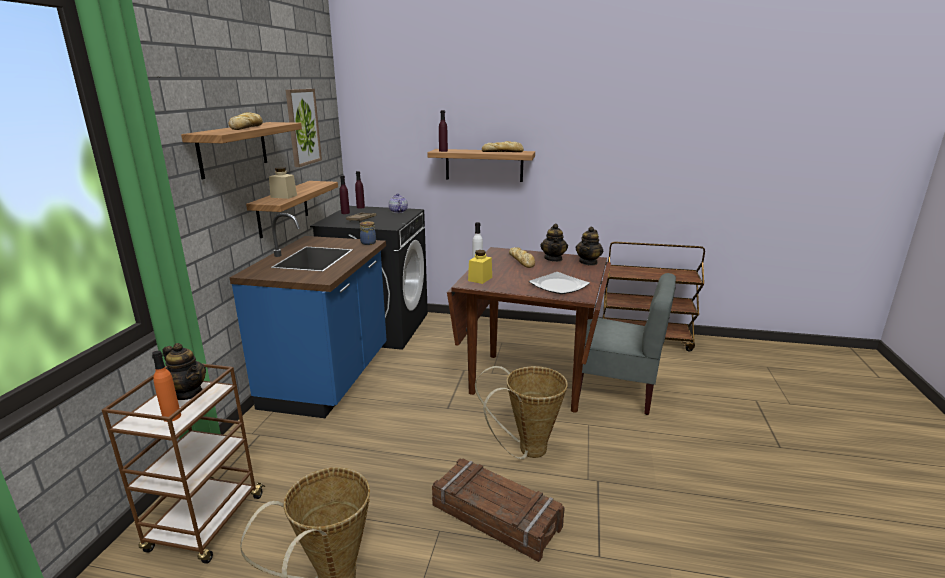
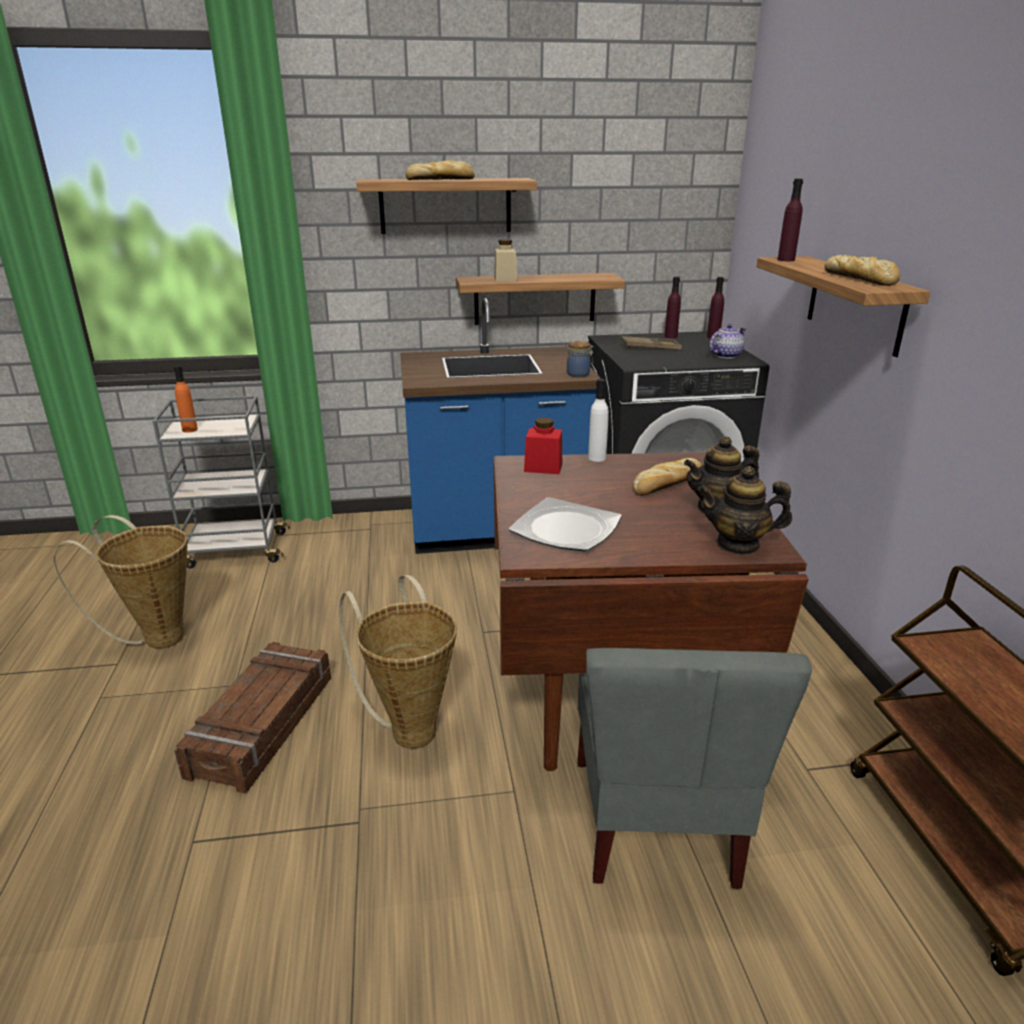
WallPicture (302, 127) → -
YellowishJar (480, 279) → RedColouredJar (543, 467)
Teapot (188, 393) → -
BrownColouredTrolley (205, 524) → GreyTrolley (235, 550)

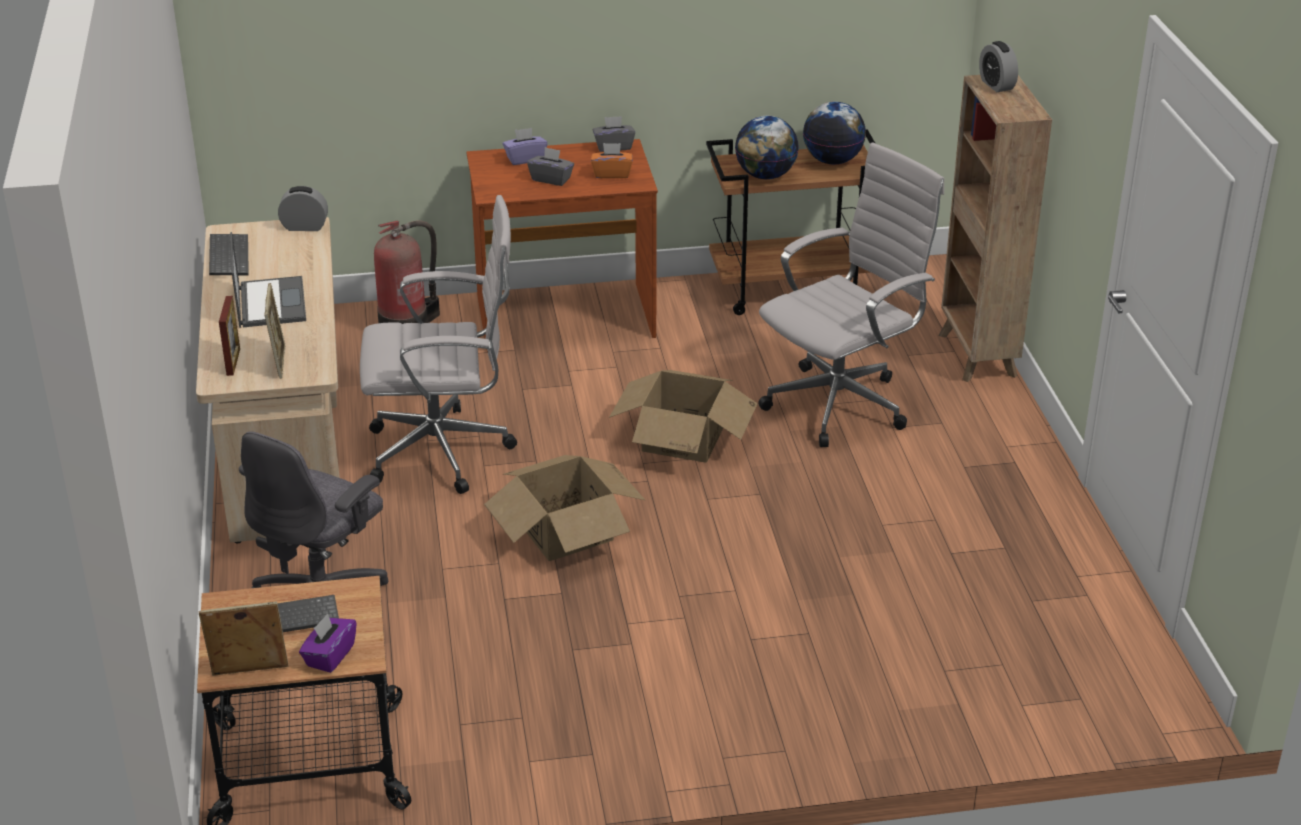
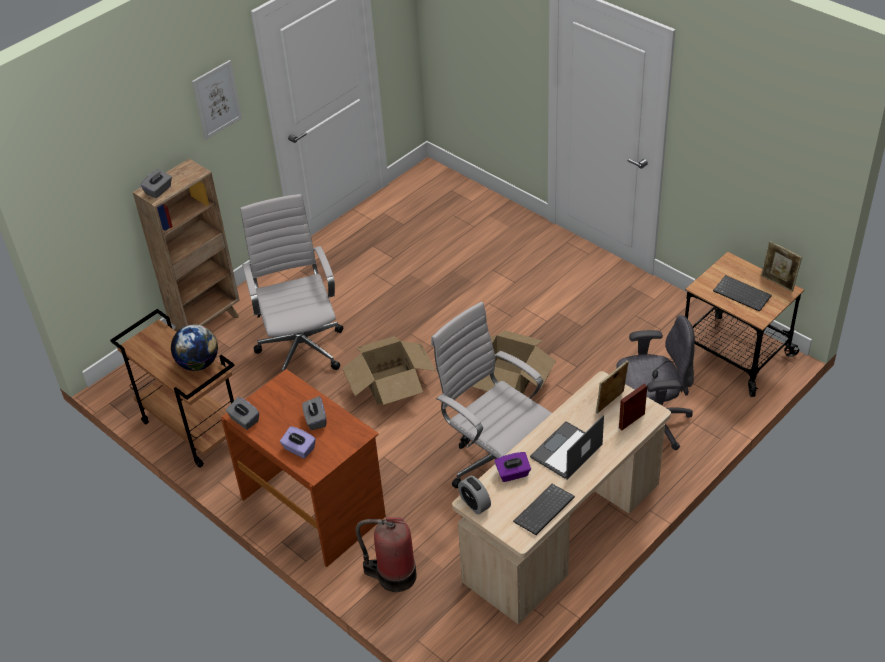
TableClock (996, 85) → GreyTissueBox (158, 190)
Globe (832, 161) → -
WhitishOfficeChair (842, 403) → WhitishOfficeChair (301, 347), 60 degrees clockwise
OrangeyTissueBox (612, 174) → -
PurpleTissueBox (329, 656) → PurpleTissueBox (513, 474), shifted
- → WallPicture (216, 99)

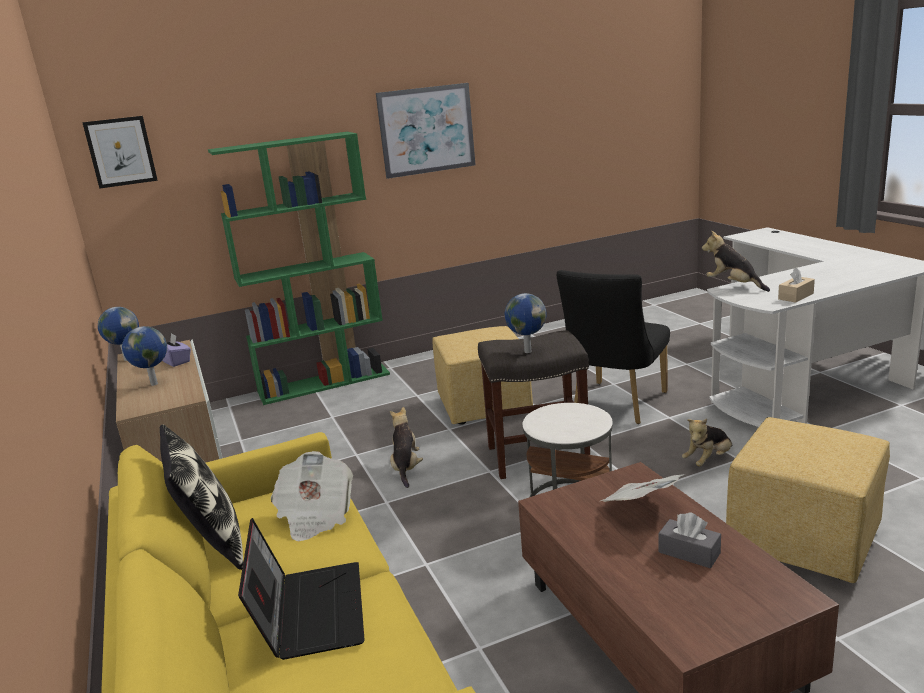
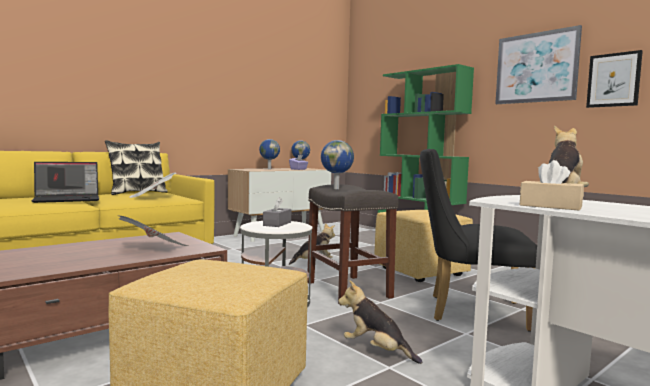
WallPicture (121, 152) → WallPicture (613, 80), shifted
GreyTissueBox (689, 552) → GreyTissueBox (277, 224), shifted

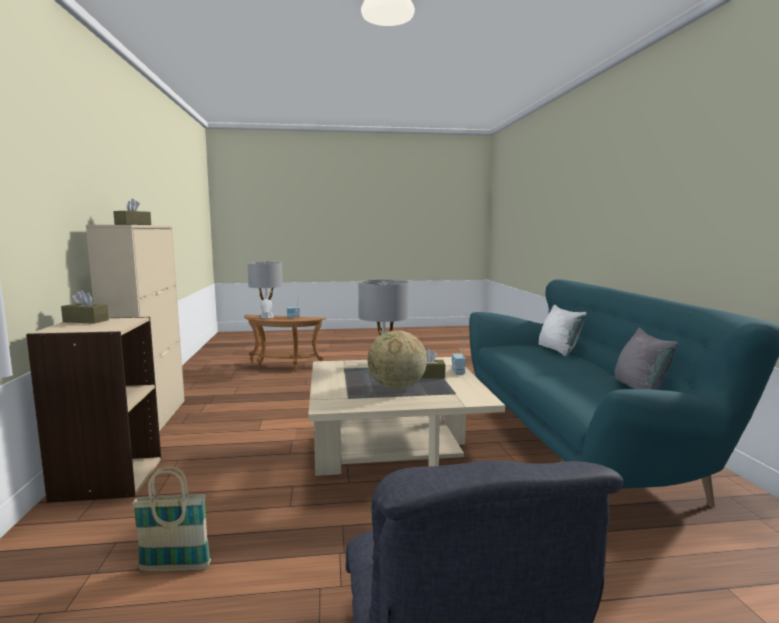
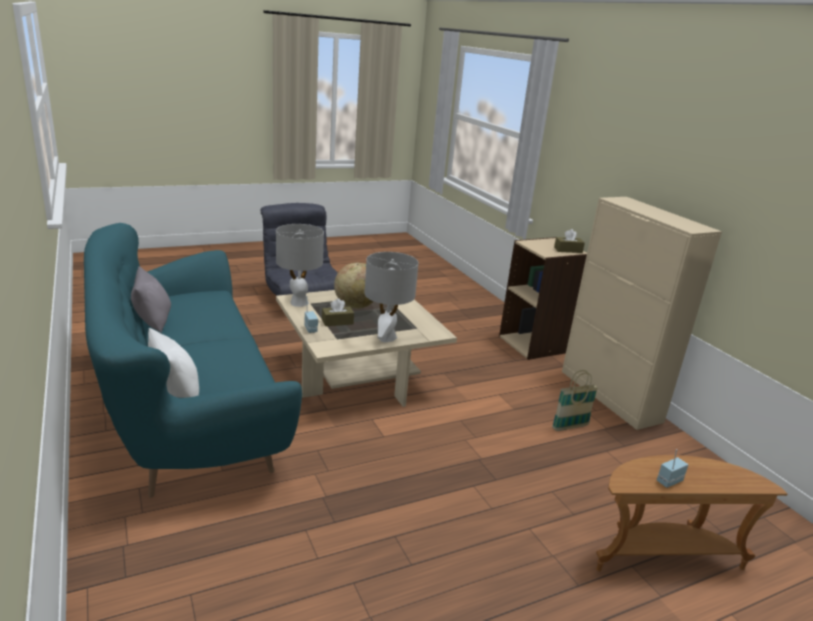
BrownColouredTissueBox (133, 224) → -
GreyTabletopLamp (266, 317) → GreyTabletopLamp (299, 302), shifted
HouseholdBasket (175, 568) → HouseholdBasket (570, 427), shifted

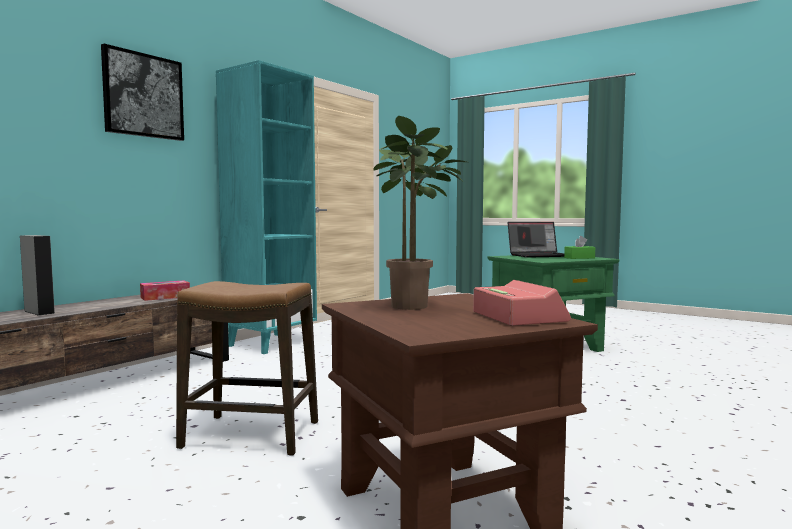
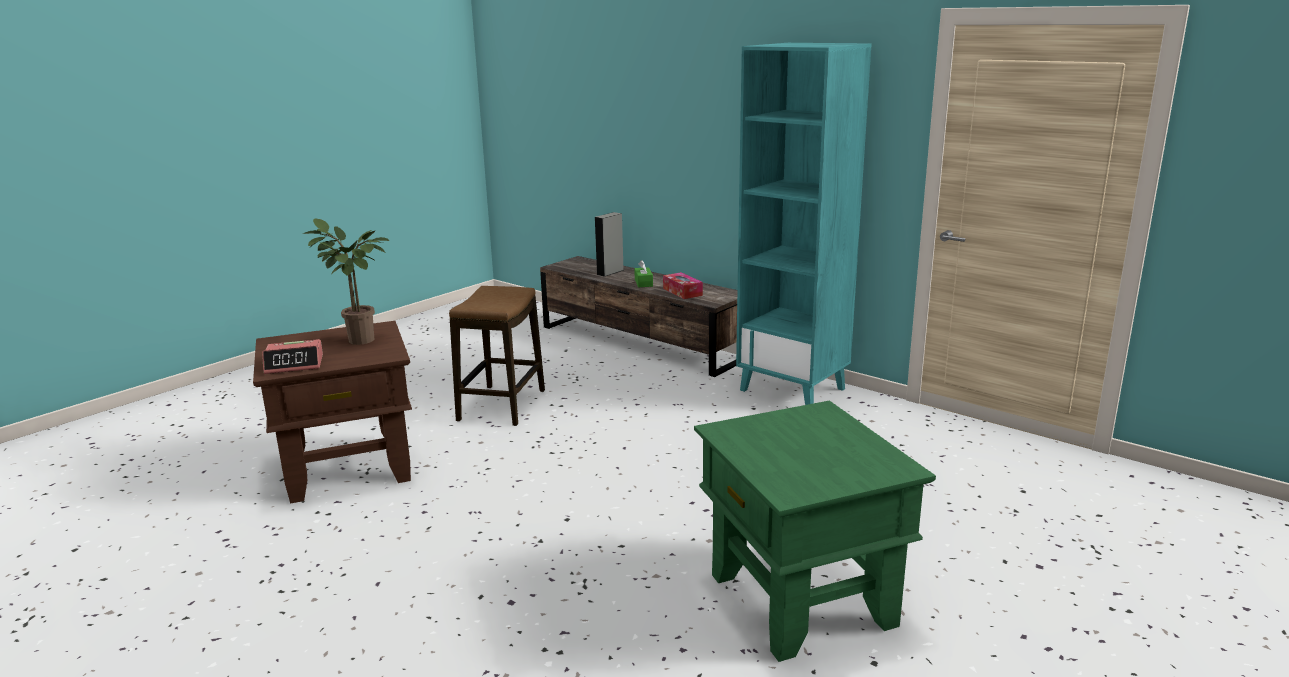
WallPicture (143, 95) → -
NotebookComputer (540, 255) → -
GreenTissueBox (579, 258) → GreenTissueBox (643, 283), shifted

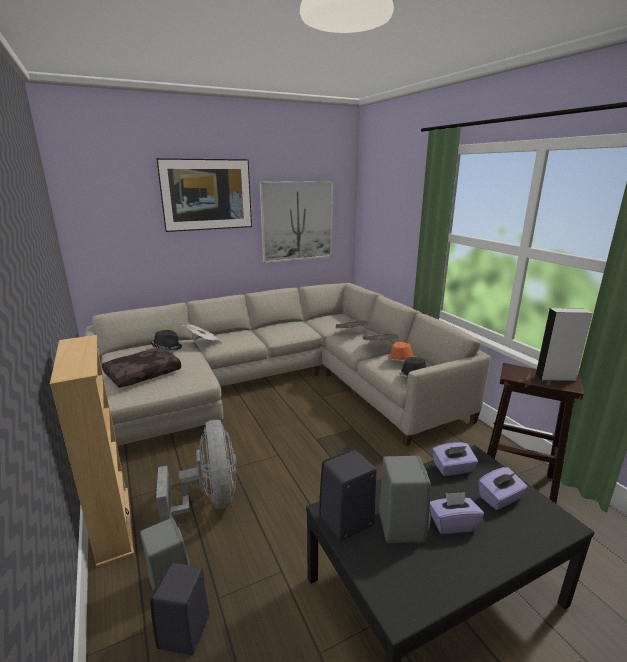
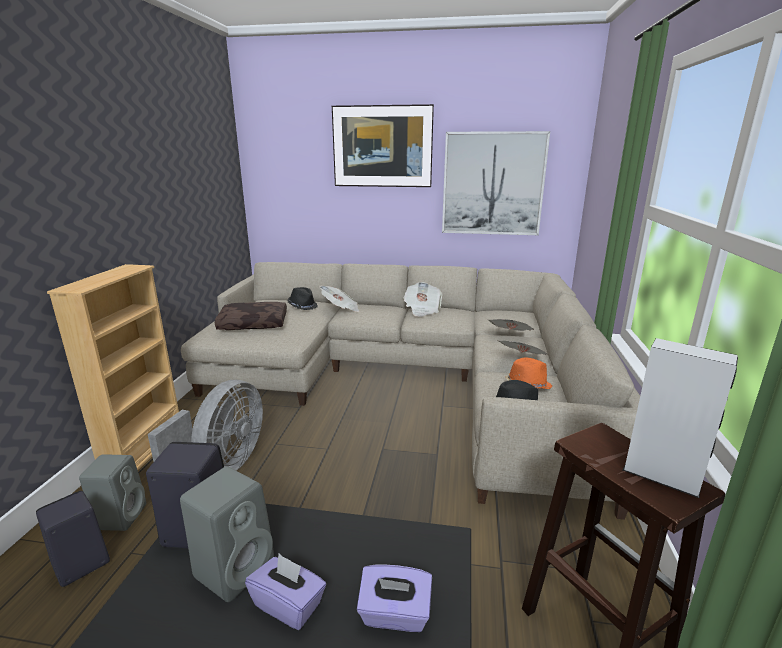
PurpleTissueBox (453, 469) → -
- → Newspaper (422, 310)

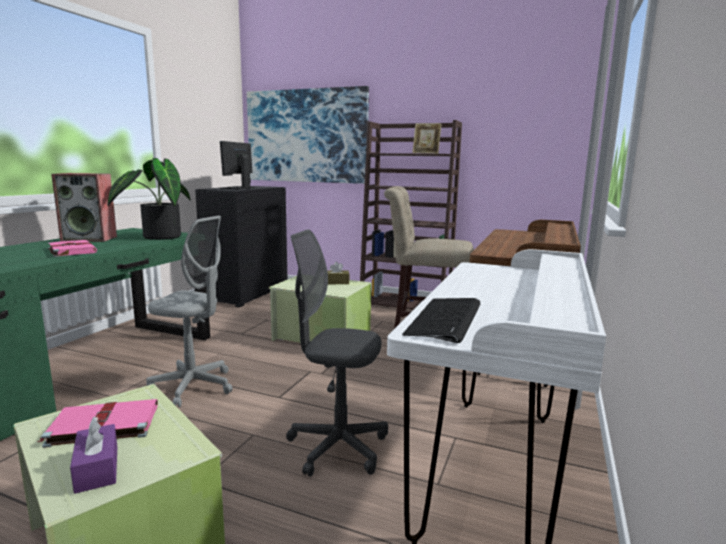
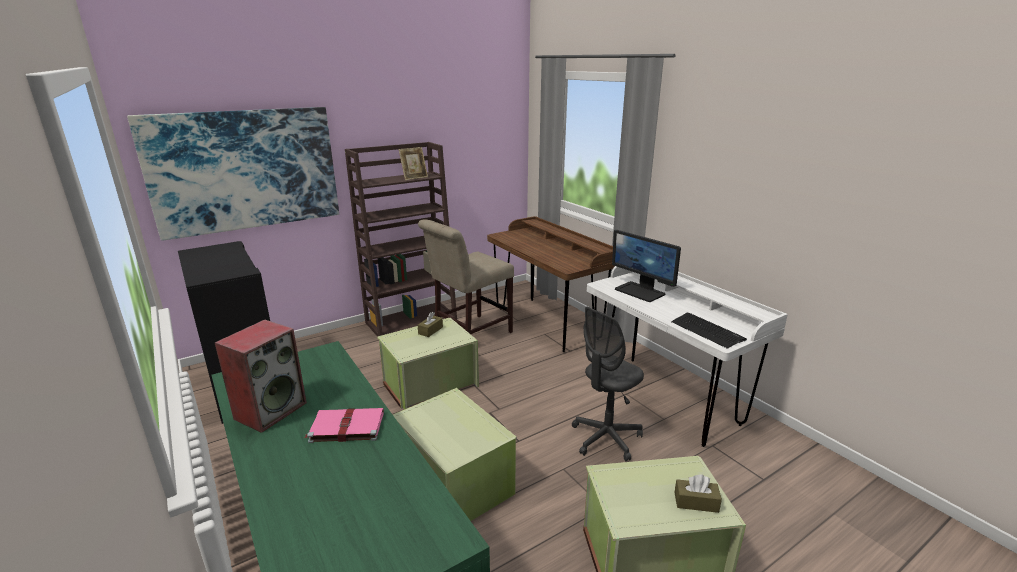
Monitor (238, 188) → Monitor (640, 291), shifted
PlantInAPot (157, 237) → -
GreyOfficeChair (193, 386) → GreenStorageBox (455, 480)
PinkColouredVolume (102, 425) → -
PurpleTissueBox (97, 469) → BrownColouredTissueBox (696, 502)

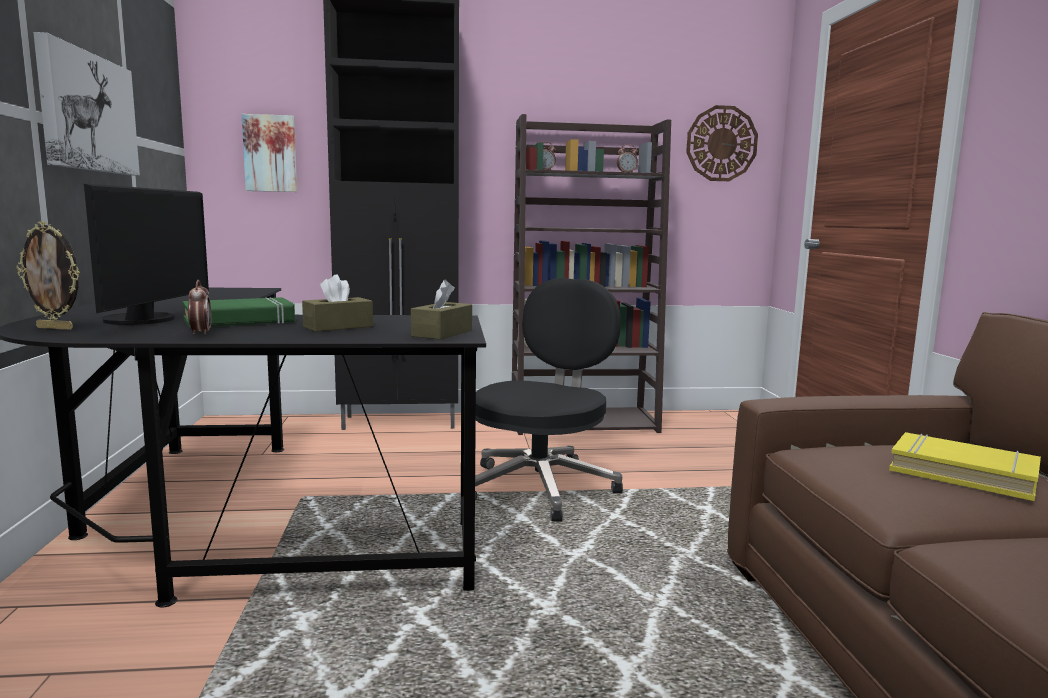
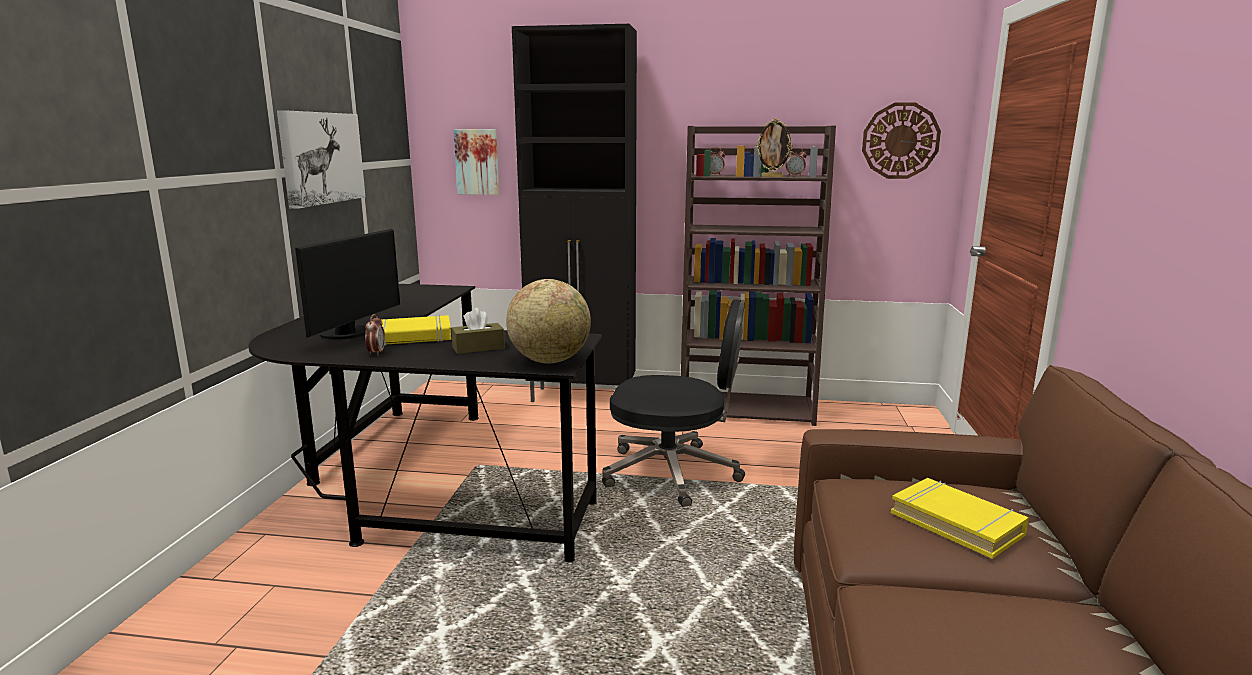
PictureFrame (56, 328) → PictureFrame (772, 177), shifted
BlackColouredOfficeChair (541, 486) → BlackColouredOfficeChair (673, 473), 60 degrees clockwise
BrownColouredTissueBox (442, 333) → Globe (550, 360)
GreenVolume (239, 321) → YellowishVolume (412, 337)

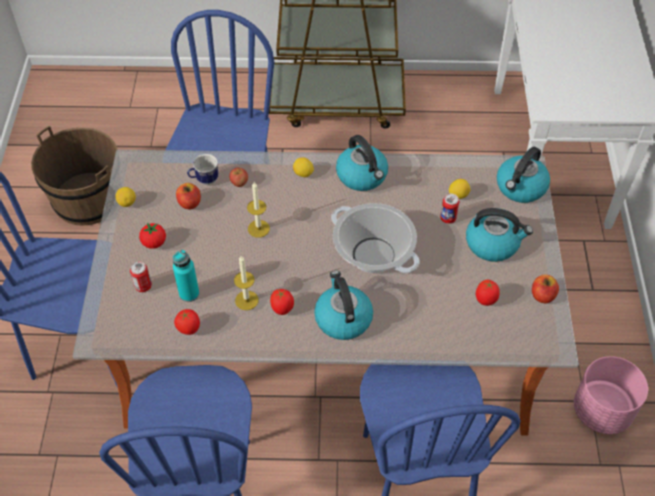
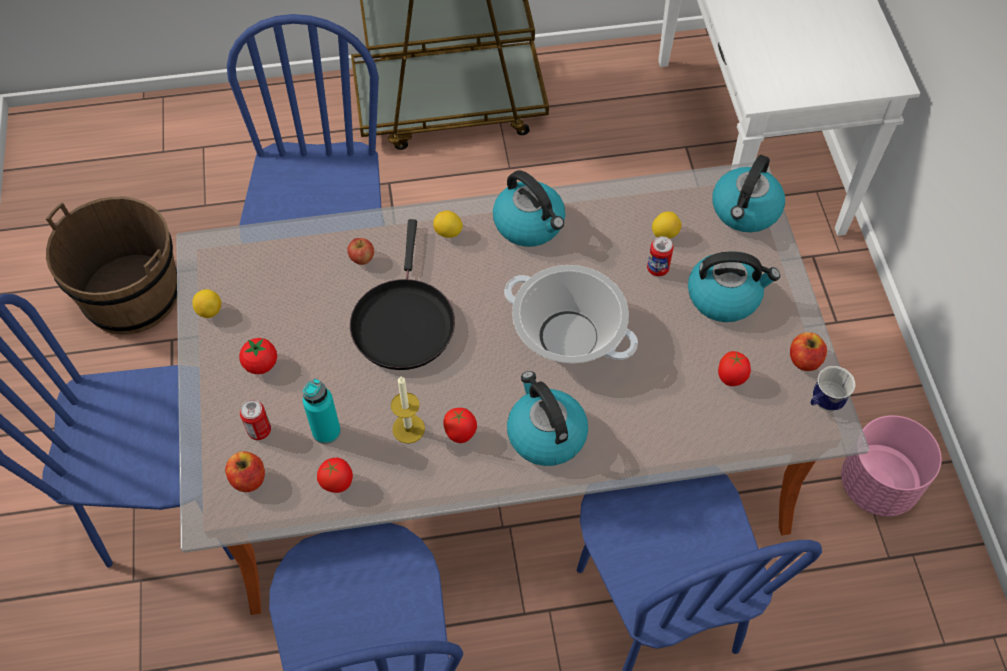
Mug (204, 180) → Mug (823, 403), shifted
WaxCandle (258, 228) → BlackColouredFryingPan (403, 321)
AppleFruit (190, 203) → AppleFruit (248, 479), shifted

